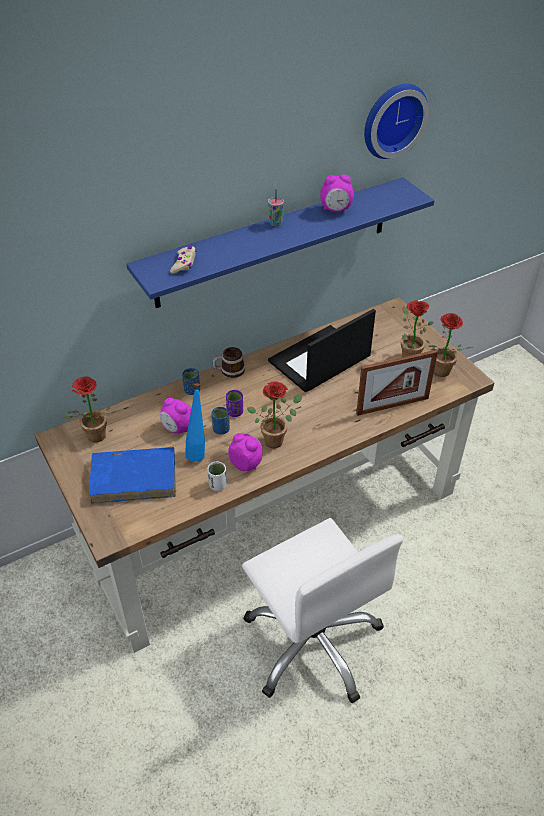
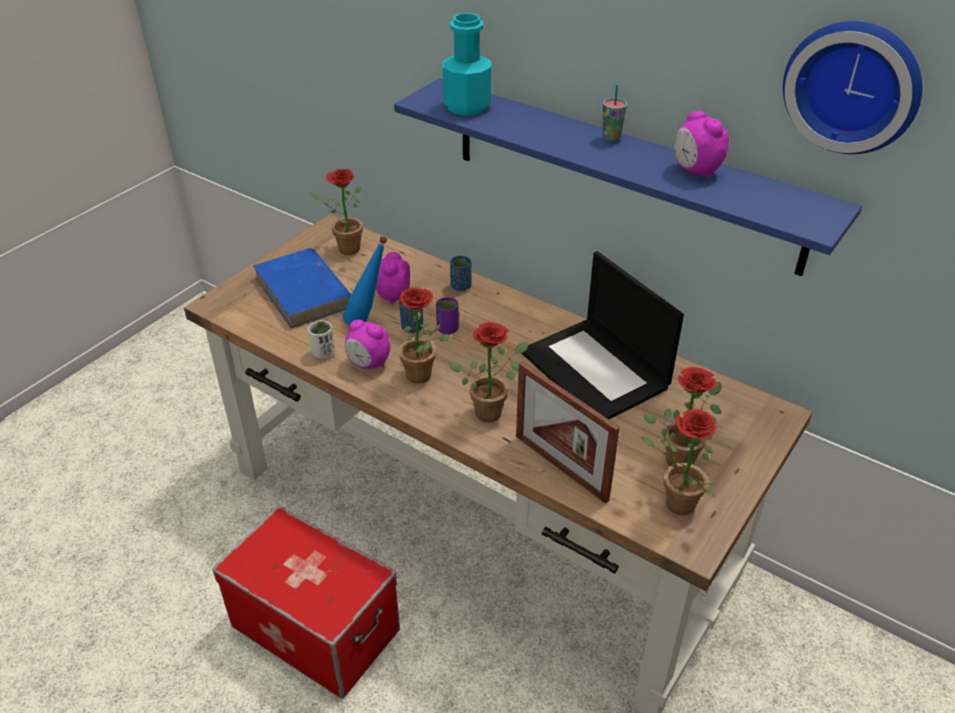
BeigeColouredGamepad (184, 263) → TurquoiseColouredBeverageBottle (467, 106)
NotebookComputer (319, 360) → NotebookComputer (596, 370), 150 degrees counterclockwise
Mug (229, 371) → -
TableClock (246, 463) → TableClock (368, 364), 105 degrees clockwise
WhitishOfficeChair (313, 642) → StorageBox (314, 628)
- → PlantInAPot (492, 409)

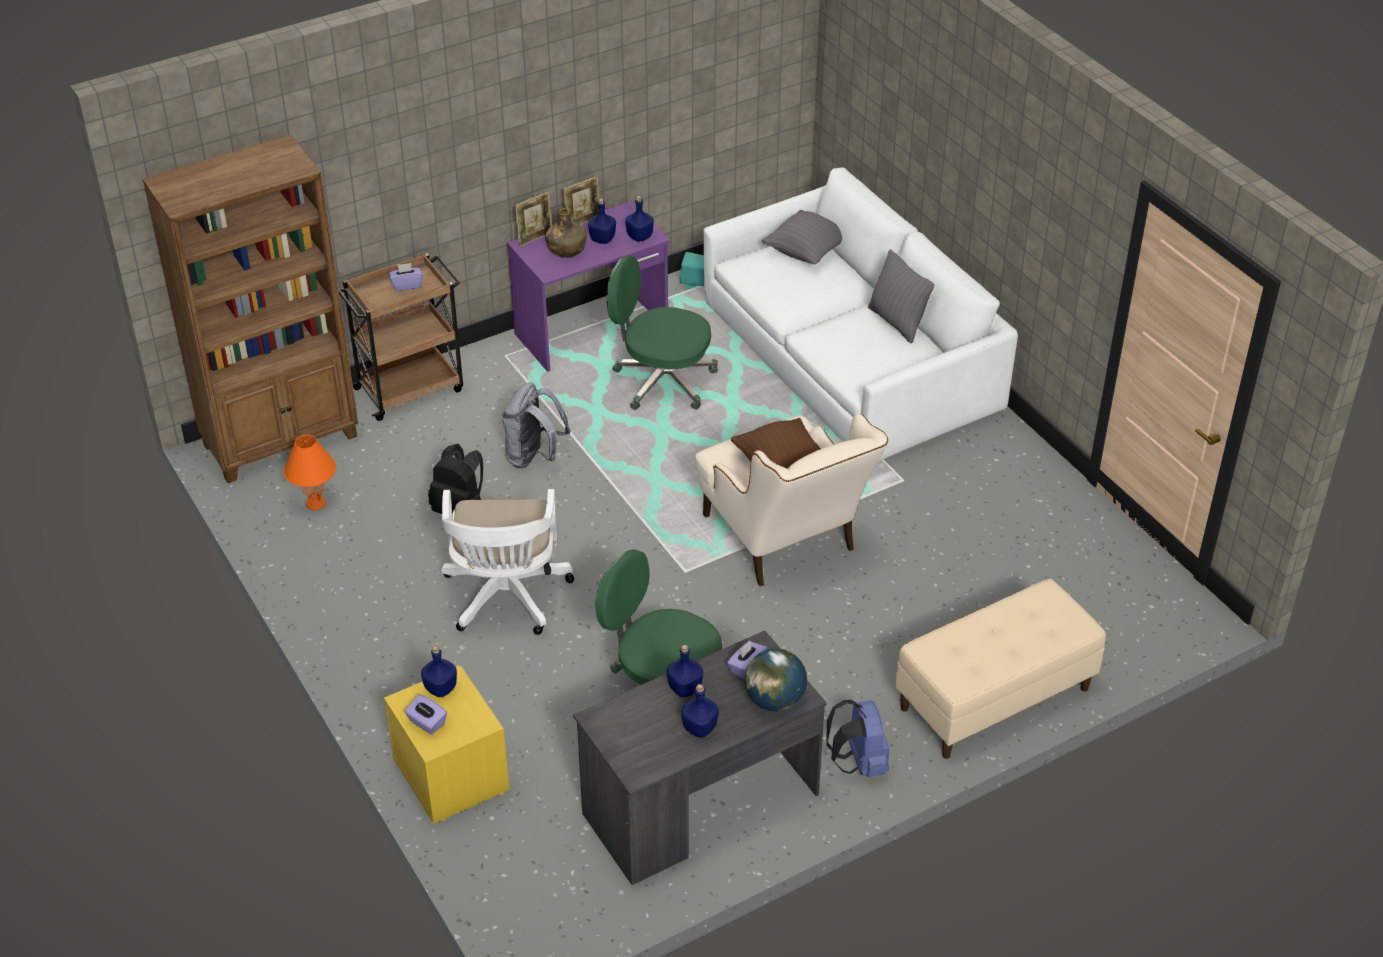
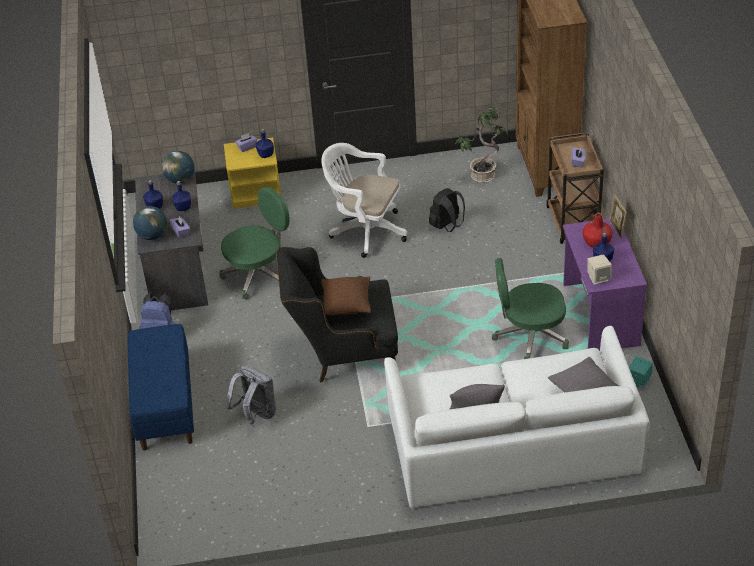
PictureFrame (583, 222) → -
BlueBeverageBottle (639, 236) → BeigeColouredLoudspeaker (598, 278)
GreenBeverageBottle (566, 249) → RedColouredBeverageBottle (597, 241)
GreenOfficeChair (662, 381) → GreenOfficeChair (529, 336), 135 degrees counterclockwise
GreyKnapsack (534, 457) → GreyKnapsack (256, 414), shifted
BeigeColouredLoungeChair (786, 543) → BlackColouredLoungeChair (343, 353)
OrangeyTabletopLamp (316, 503) → PlantInAPot (483, 174)
BeigeColouredIndoorBench (994, 699) → BlueIndoorBench (164, 405)
- → Globe (180, 179)

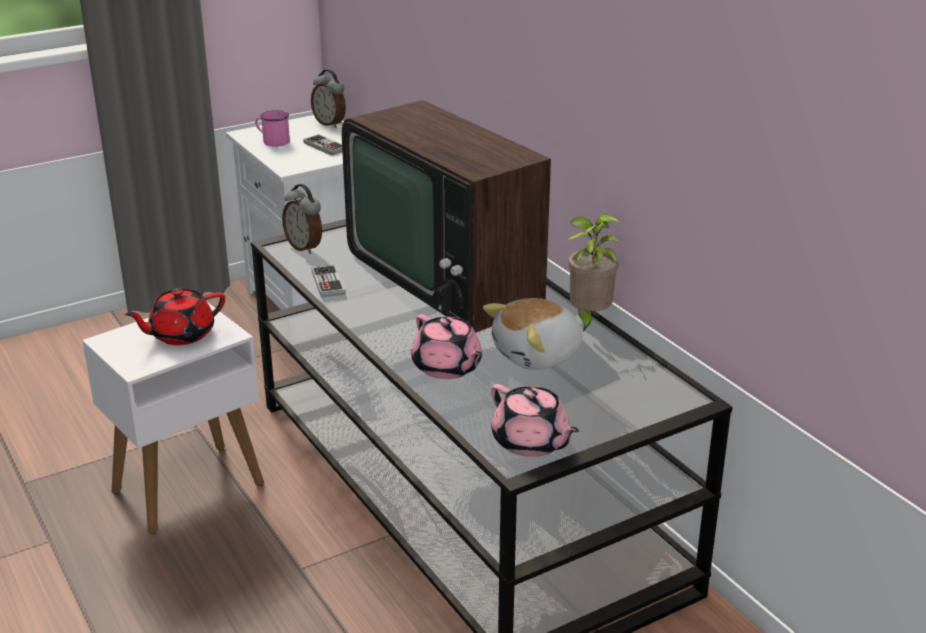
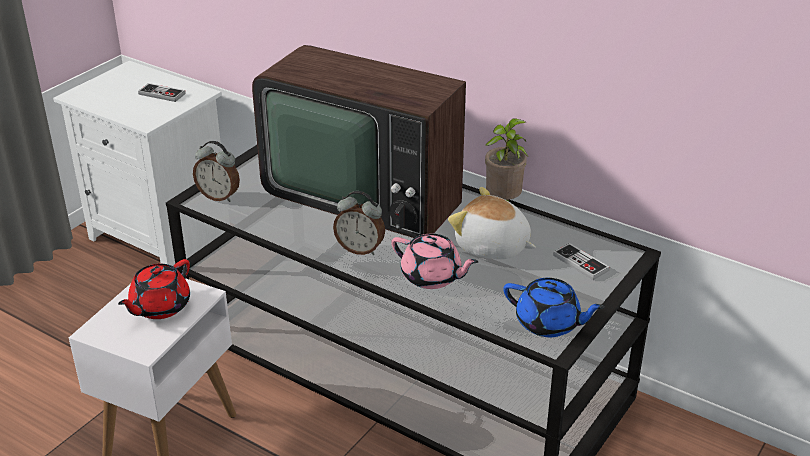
TableClock (330, 124) → TableClock (360, 249), shifted
PinkColouredMug (272, 141) → -
Gamepad (328, 283) → Gamepad (580, 263), shifted
SoftToy (538, 355) → SoftToy (492, 247), 90 degrees clockwise
PinkColouredTeapot (531, 442) → BlueTeapot (548, 324)

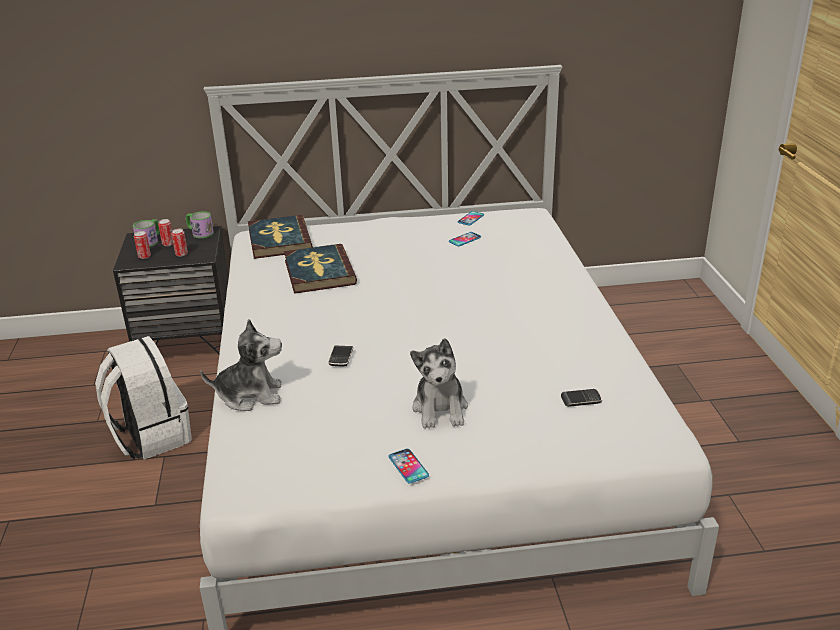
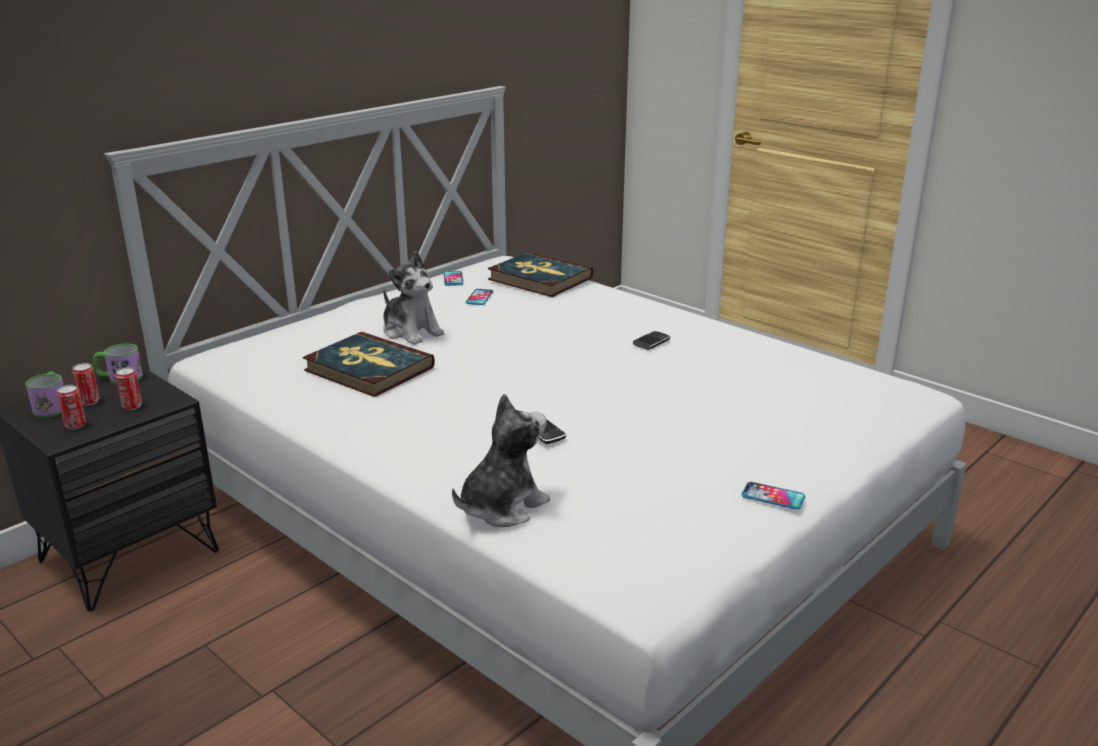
Volume (279, 240) → Volume (539, 279), shifted
WhitishKnapsack (150, 436) → -
SoftToy (440, 409) → SoftToy (411, 331), shifted
Handset (581, 400) → Handset (651, 342), shifted

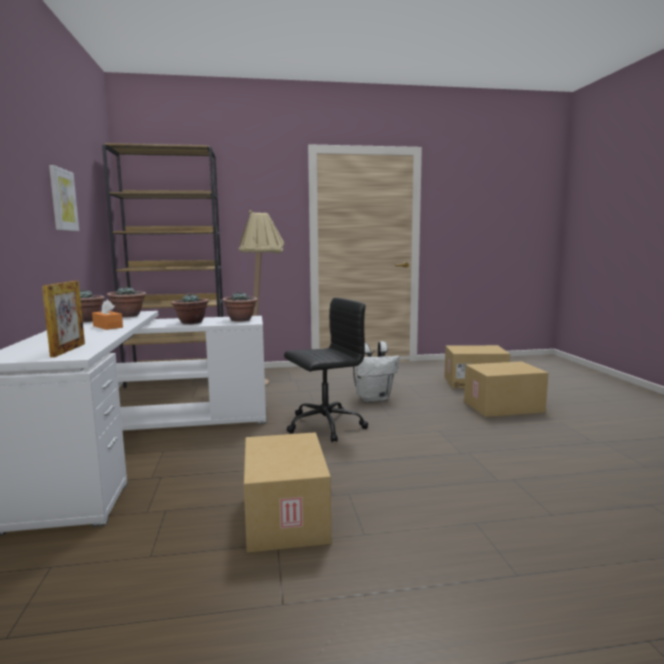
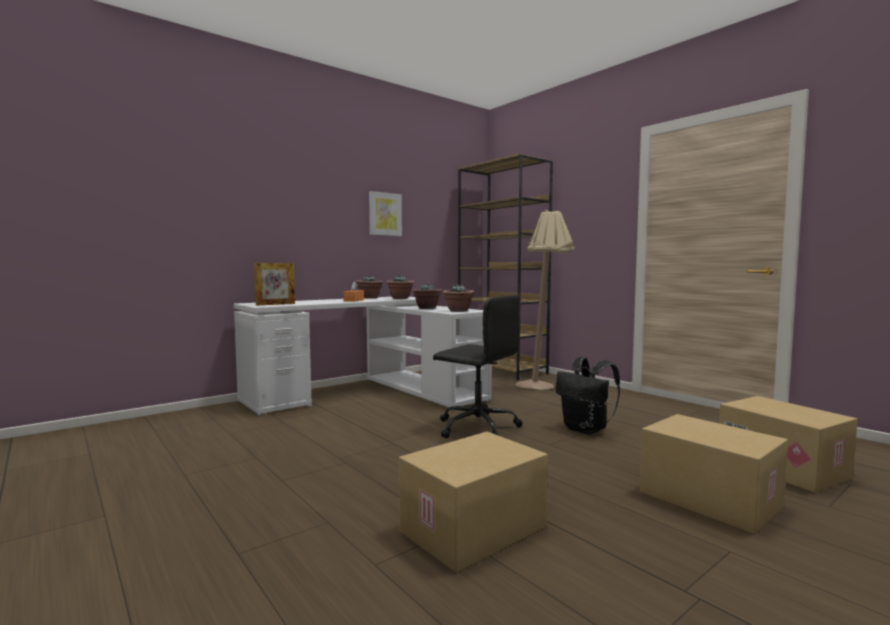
WhitishKnapsack (373, 398) → BlackColouredKnapsack (586, 429)
CardboardBox (287, 517) → CardboardBox (474, 530), shifted

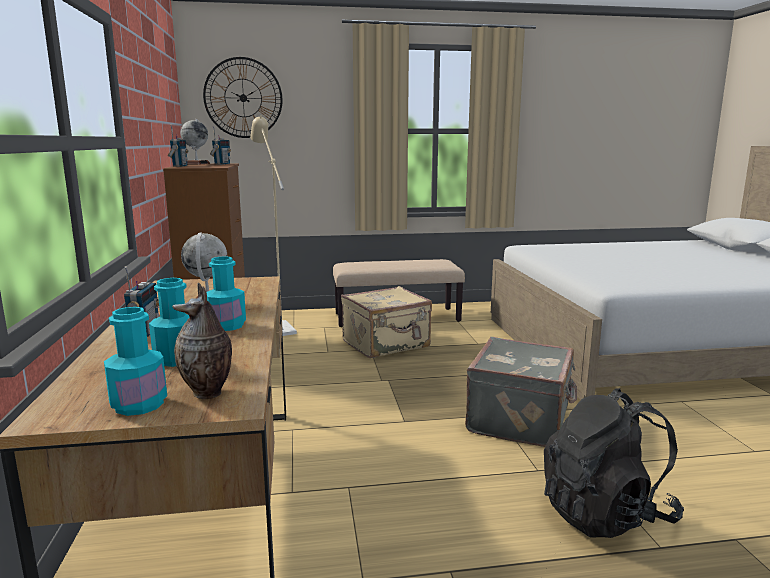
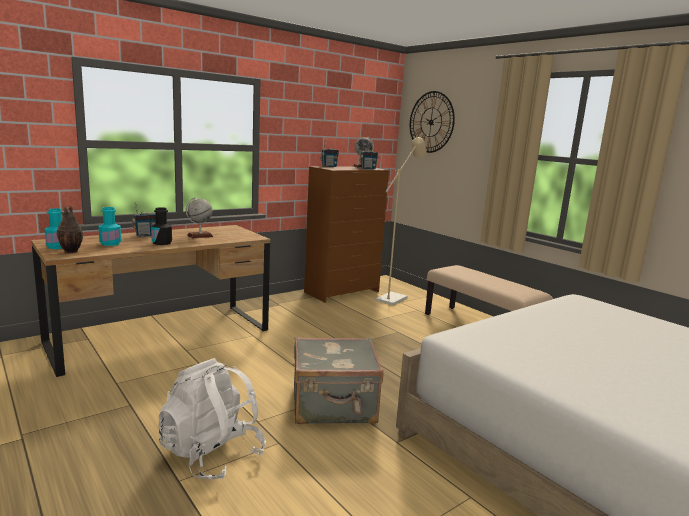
TurquoiseColouredBeverageBottle (226, 326) → BlackColouredBeverageBottle (162, 243)
BeigeColouredSuitcase (387, 344) → -
BlackColouredKnapsack (605, 514) → WhitishKnapsack (212, 454)

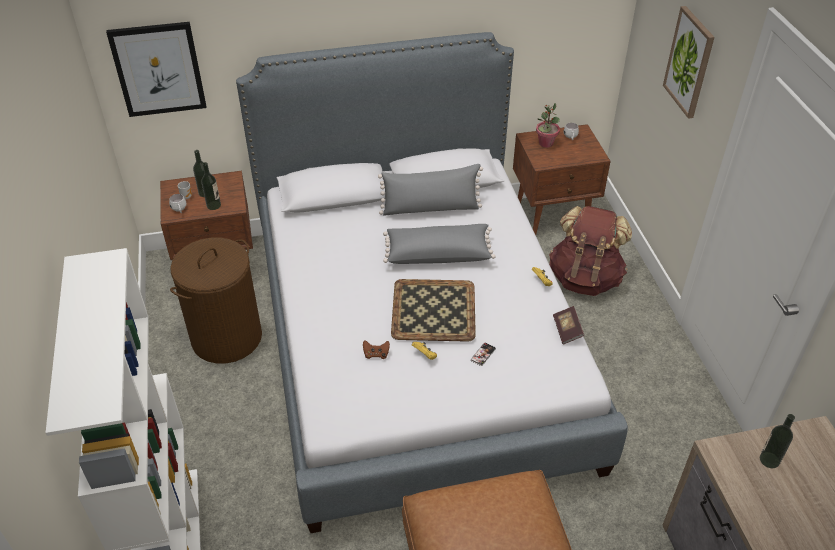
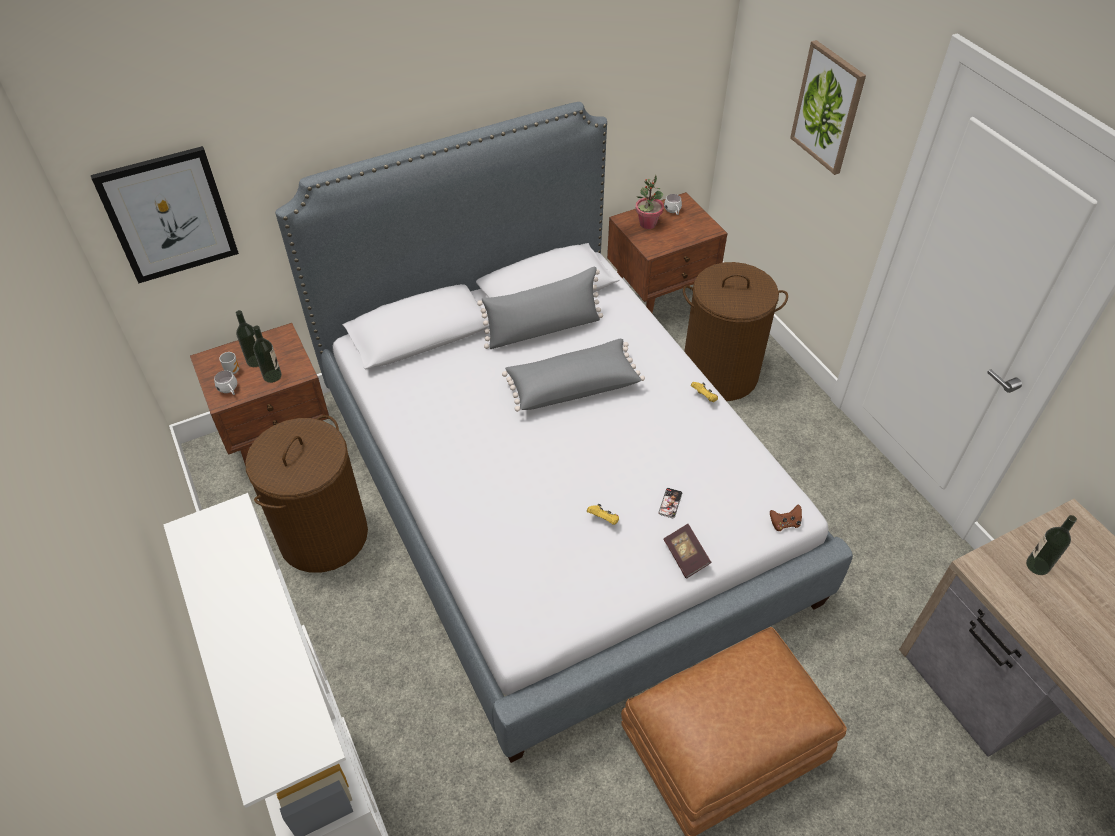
BrownColouredKnapsack (585, 278) → BrownColouredHamper (719, 373)
CarryingTray (432, 311) → -
Volume (567, 330) → Volume (685, 556), shifted
BrownColouredGamepad (376, 354) → BrownColouredGamepad (784, 523), shifted

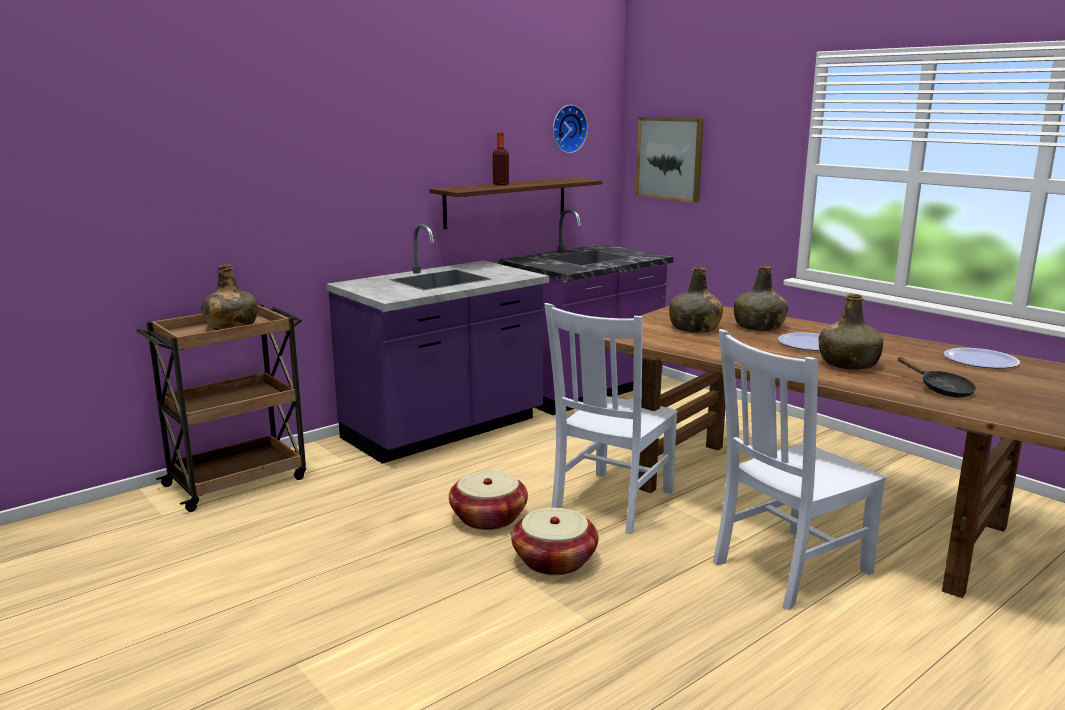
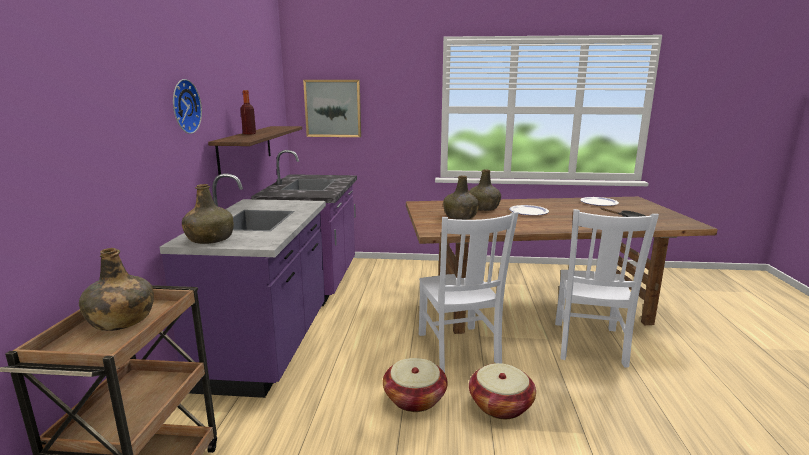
ClockOnTheWall (567, 129) → ClockOnTheWall (183, 106), shifted
GreenBeverageBottle (848, 364) → GreenBeverageBottle (210, 239), shifted

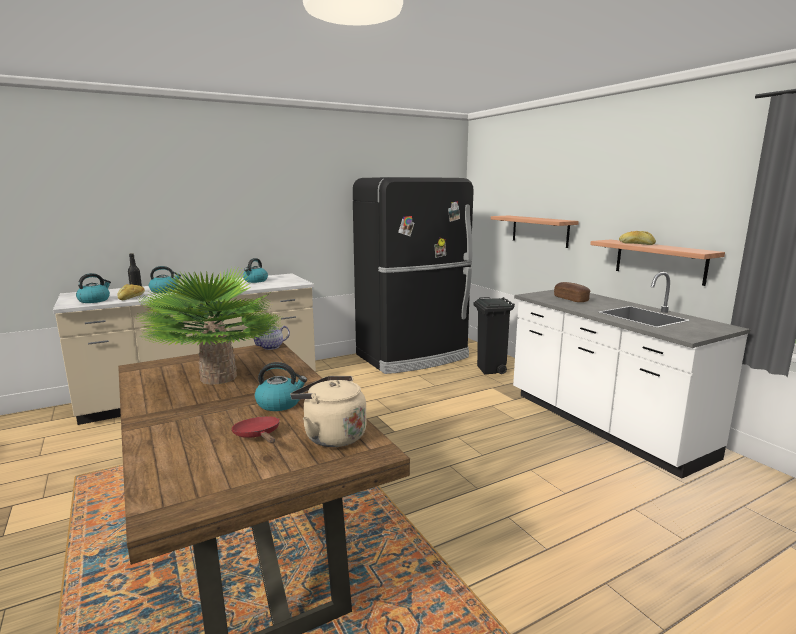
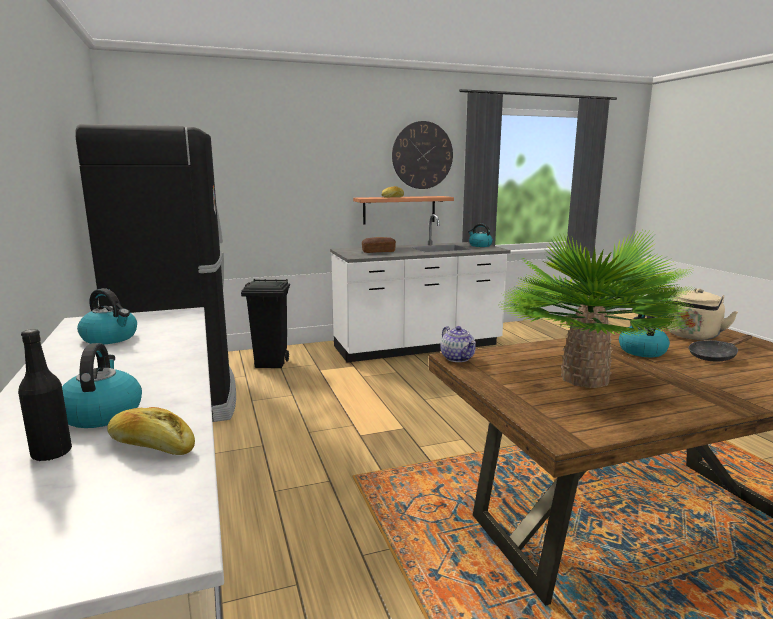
Shelf (540, 231) → -
Kettle (94, 300) → Kettle (479, 245), shifted
RedColouredFryingPan (258, 435) → BlackColouredFryingPan (715, 356)
- → ClockOnTheWall (422, 155)

